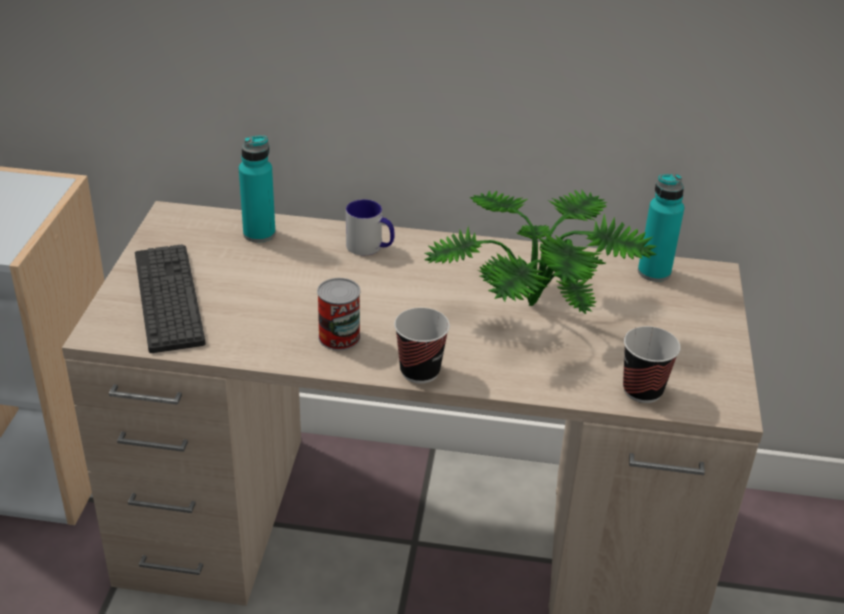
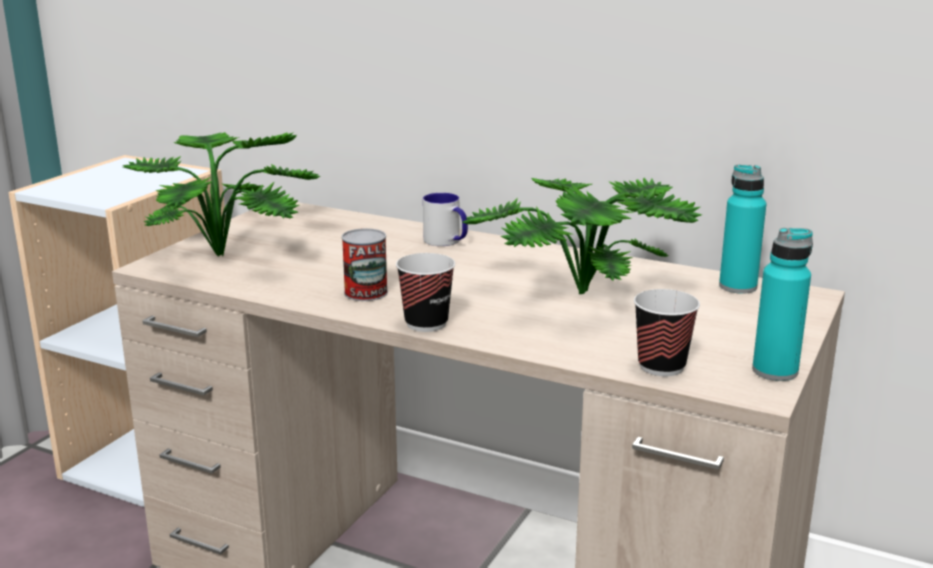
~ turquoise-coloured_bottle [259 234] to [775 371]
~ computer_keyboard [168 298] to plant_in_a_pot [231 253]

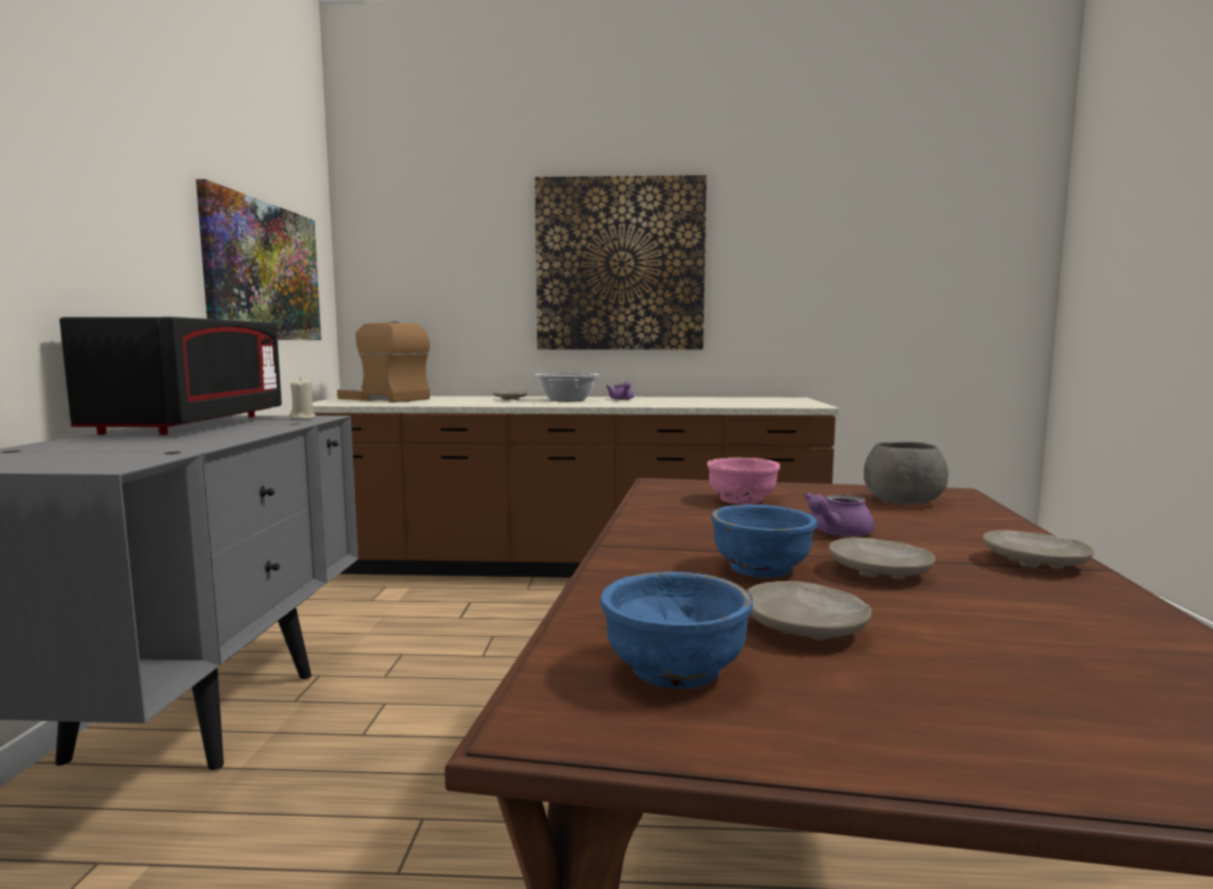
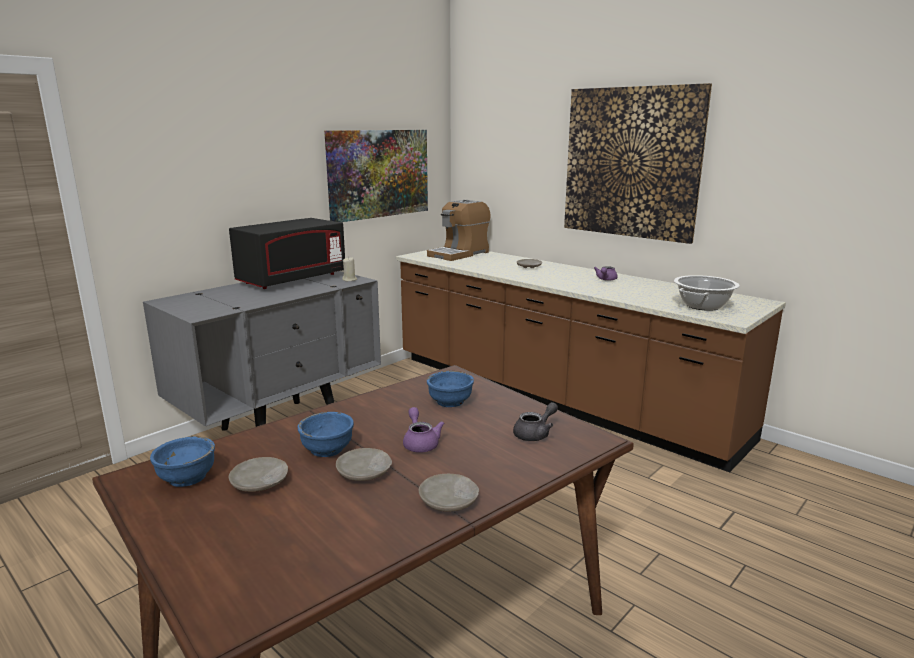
~ coffee_machine [385 399] = [459 254] 120 degrees counterclockwise
~ saucepot [567 400] to [703 306]
~ greyish_serving_bowl [901 501] to greyish_tea_pot [535 434]
~ pink-coloured_serving_bowl [742 500] to blue_serving_bowl [450 401]
~ purple_tea_pot [836 533] = [420 443] 75 degrees clockwise

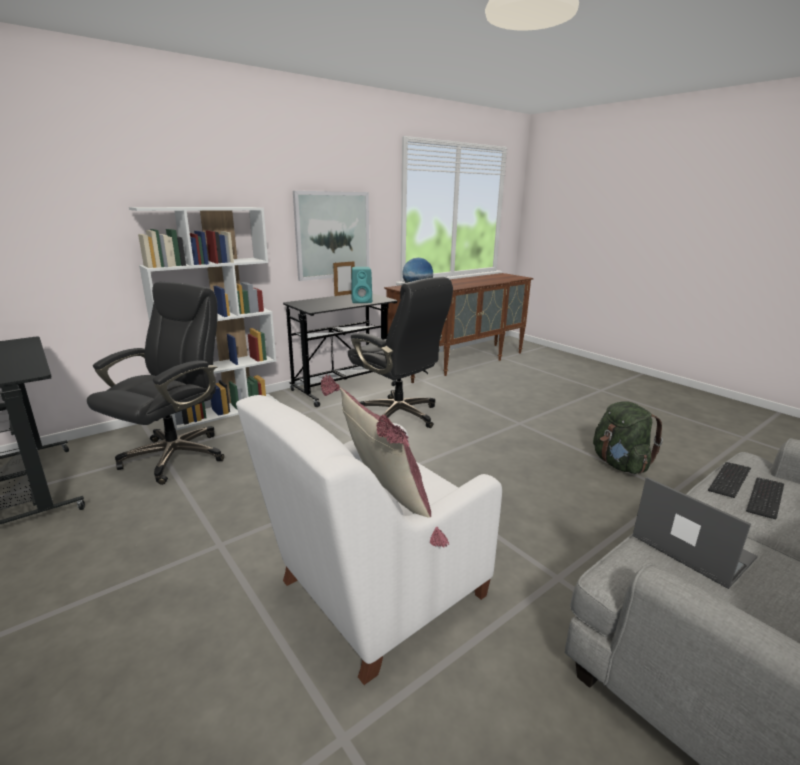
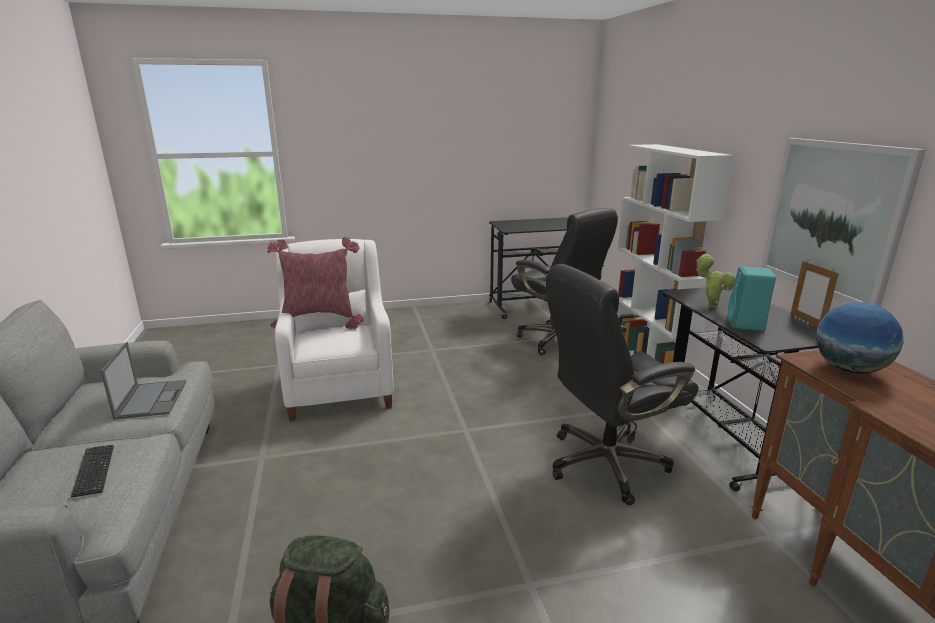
- computer_keyboard [729 480]
~ notebook_computer [690 546] = [151 399] 90 degrees counterclockwise
+ plant_in_a_pot [710 305]

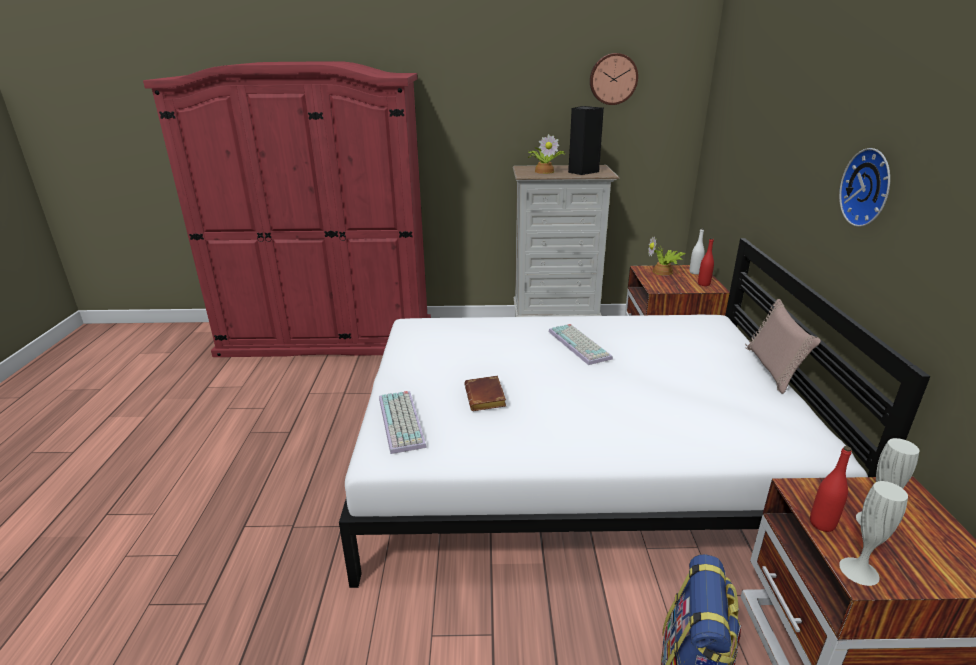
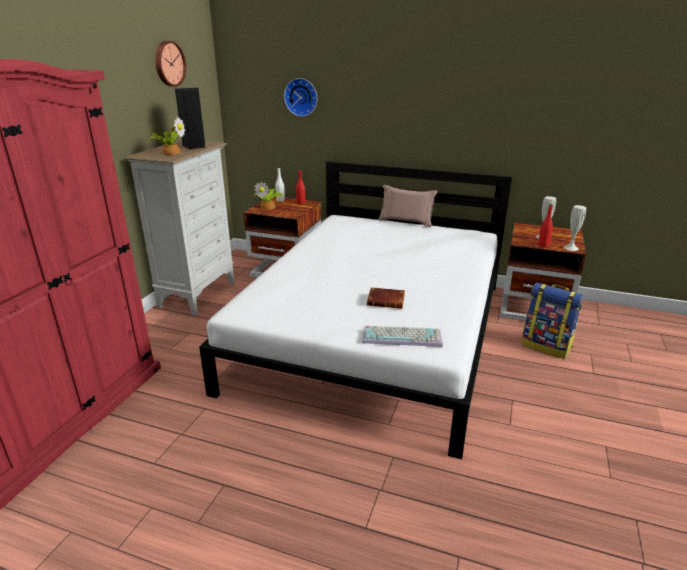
~ clock_on_the_wall [870 188] to [301 97]
- computer_keyboard [580 345]

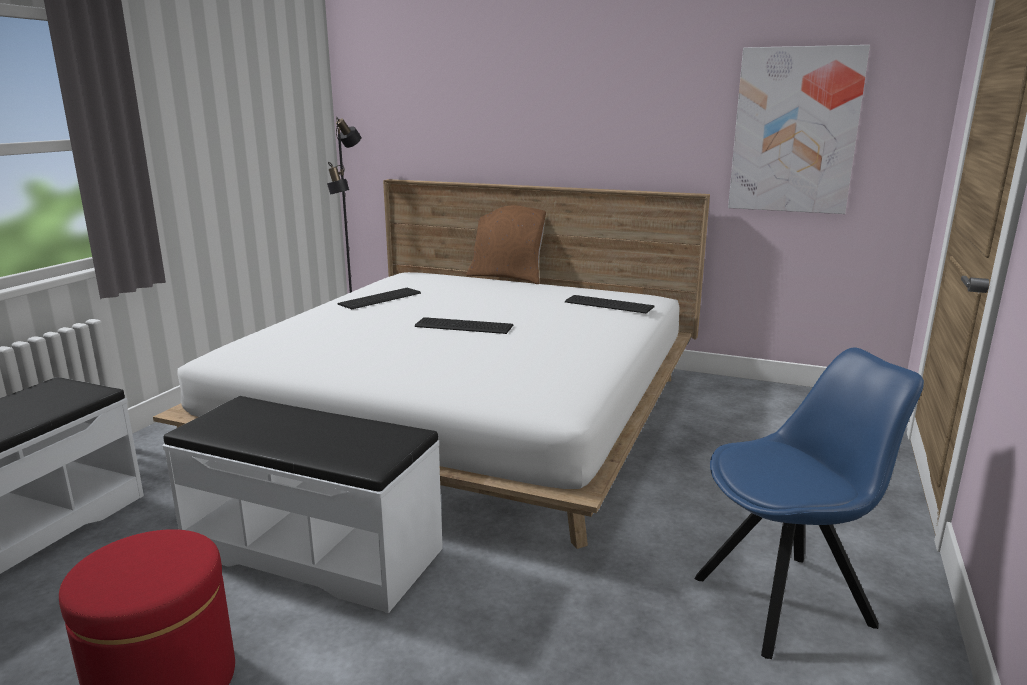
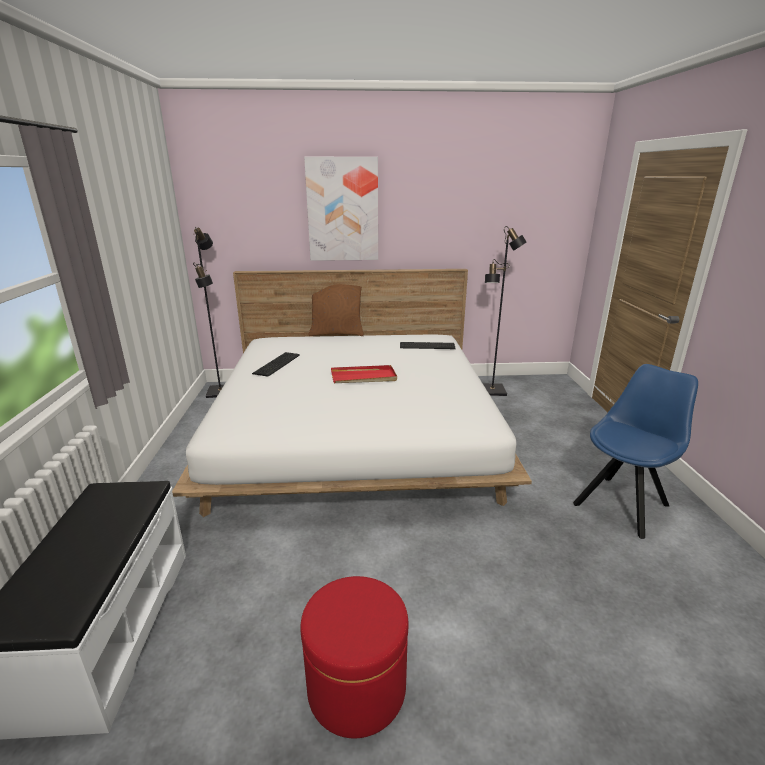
~ wall_art [794 131] to [342 210]
~ computer_keyboard [464 326] to red_carrying_tray [364 377]
- white_long_seat [314 550]
+ black_floor_lamp [492 390]

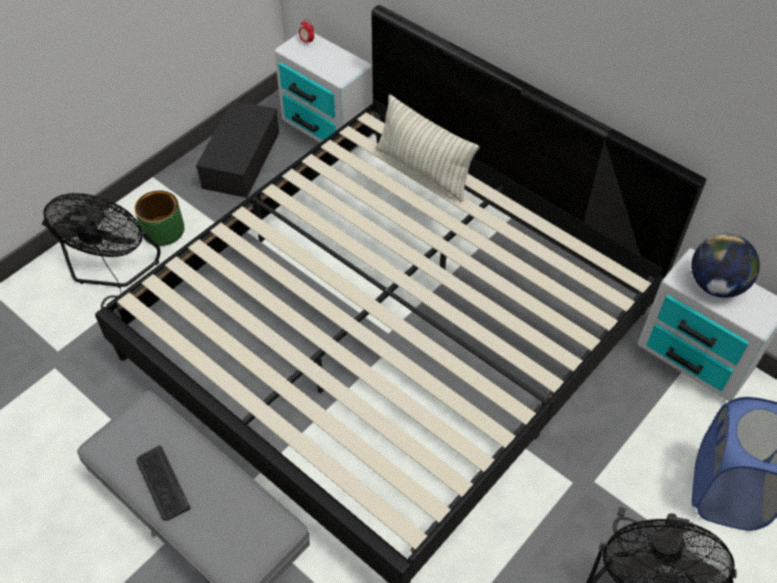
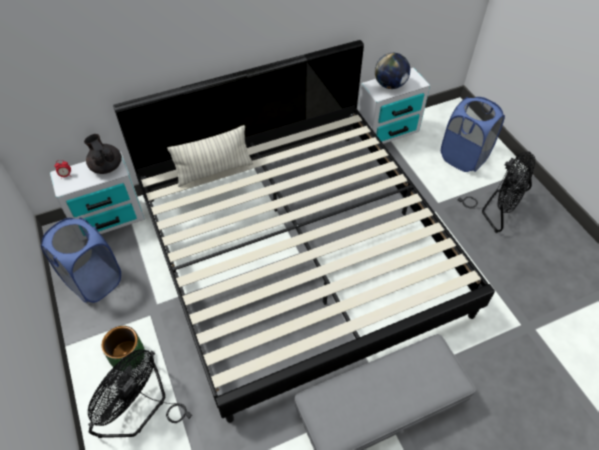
~ black_storage_bin [241 158] to blue_laundry_basket [93 281]
- computer_keyboard [162 483]
+ black_tea_pot [106 166]

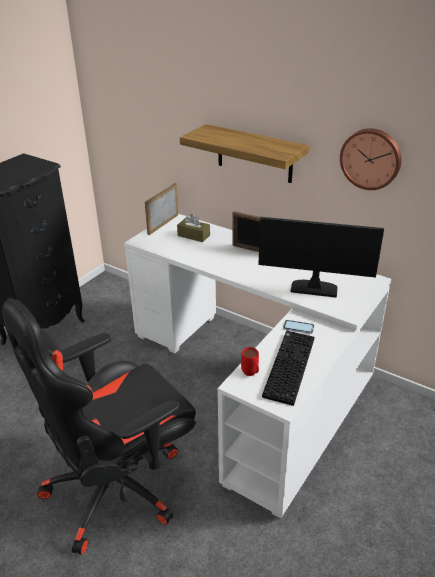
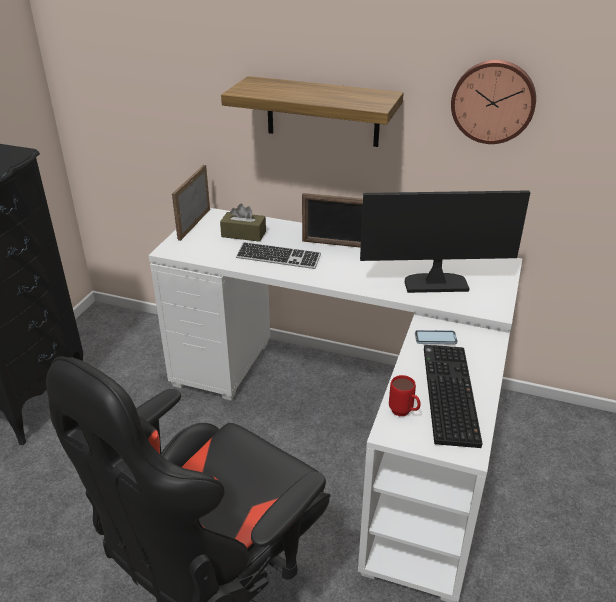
+ computer_keyboard [278 257]

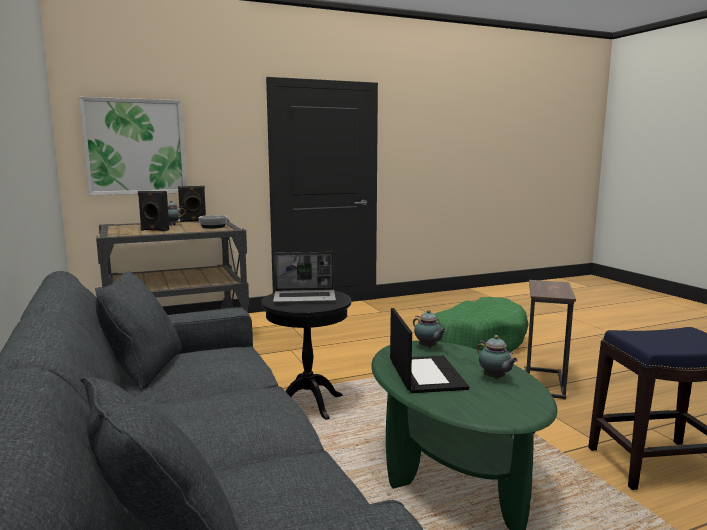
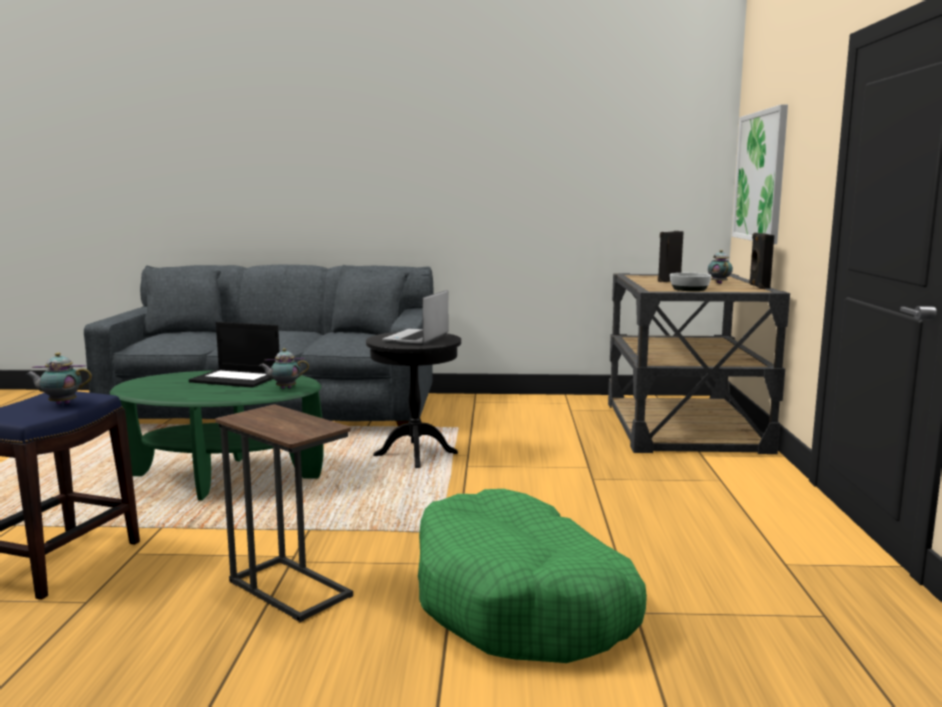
~ tea_pot [495 378] to [61 403]

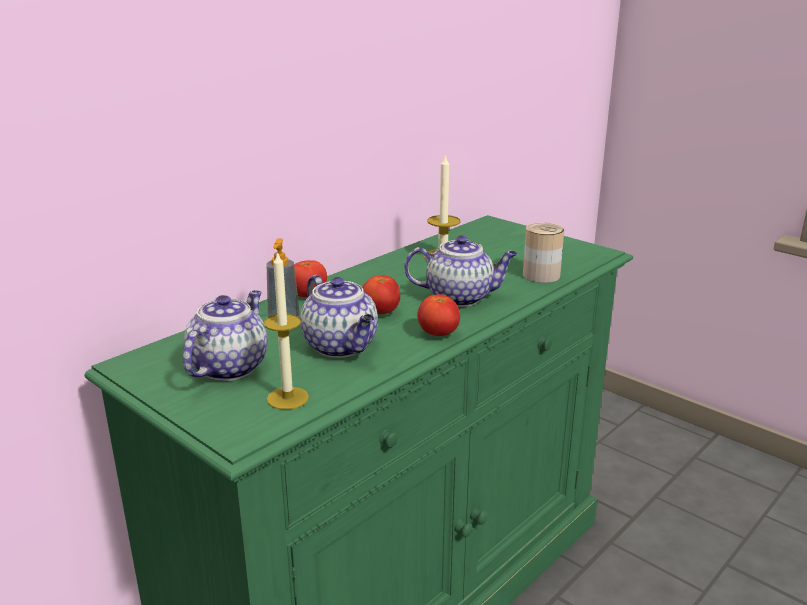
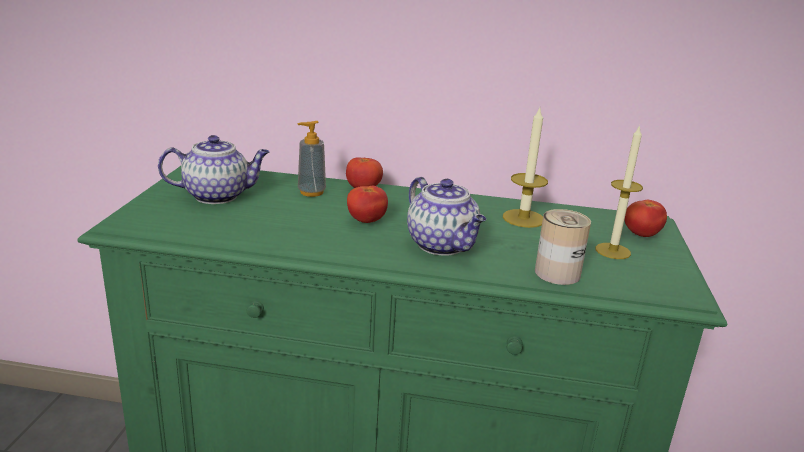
~ wax_candle [287 398] to [613 251]
- tea_pot [342 347]
~ whole_tomato [438 334] to [641 235]

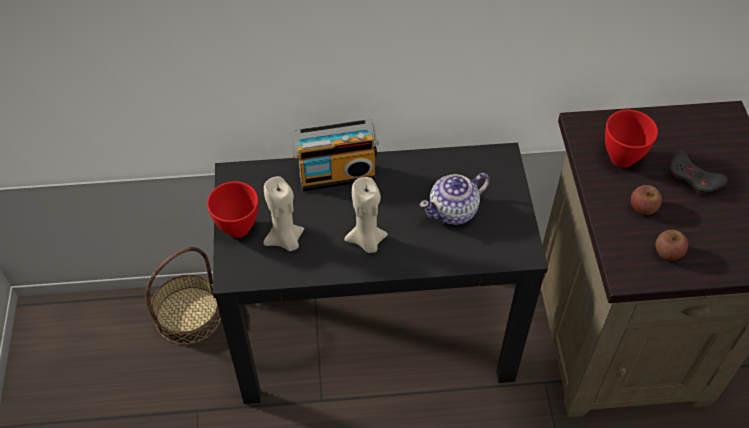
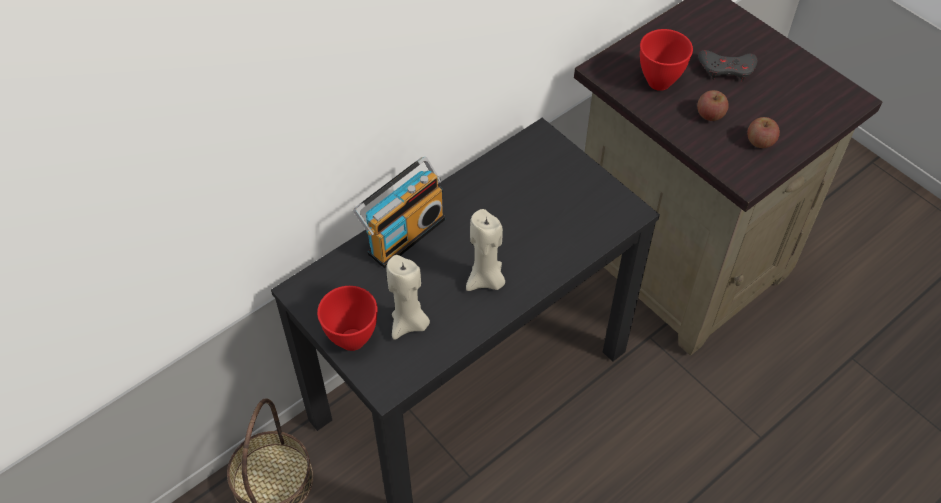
- tea_pot [454 211]

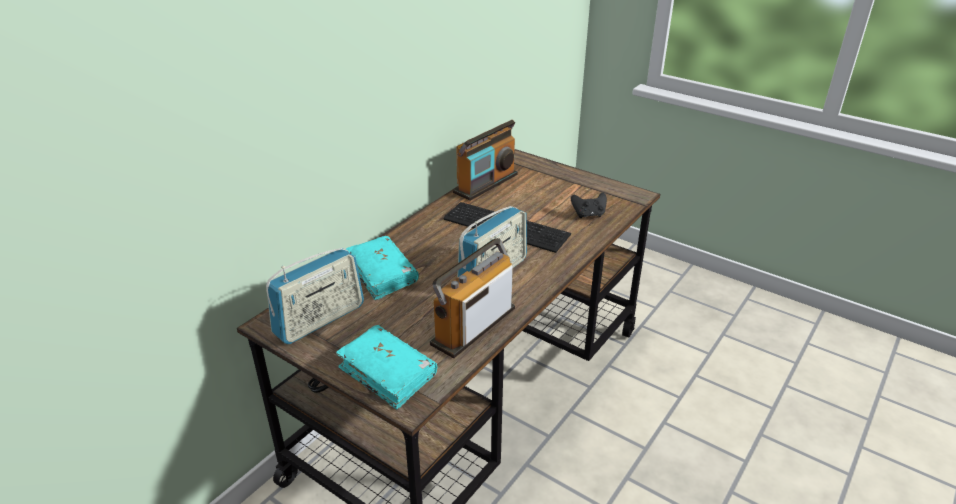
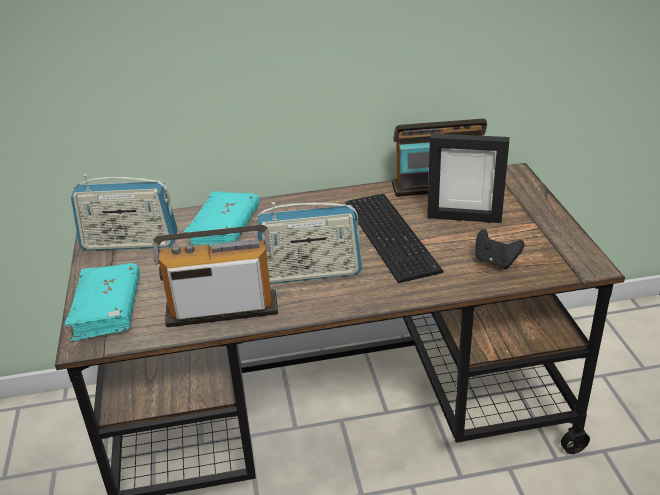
+ standing_frame [464 217]

